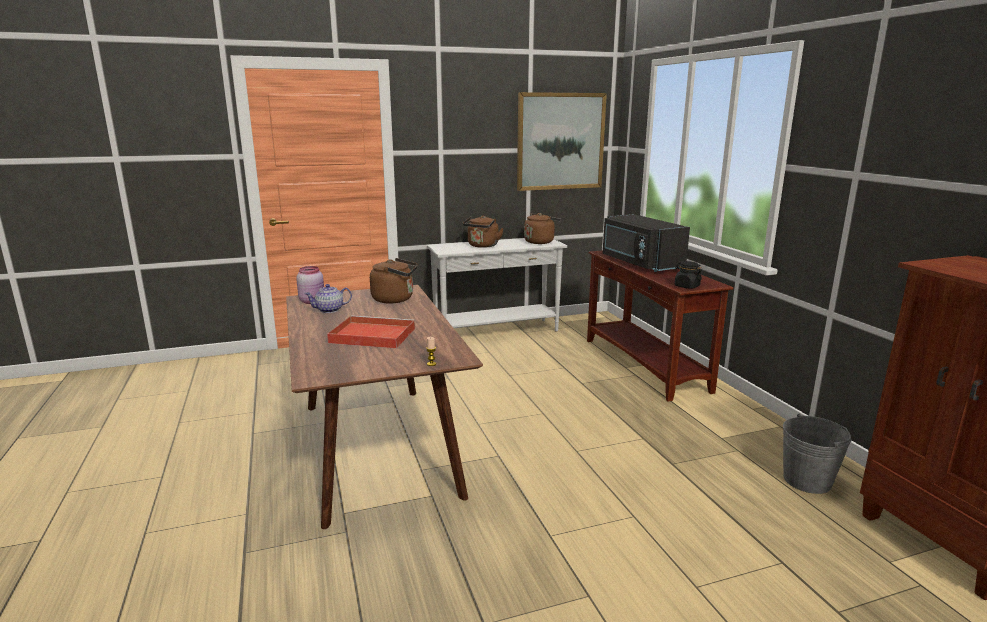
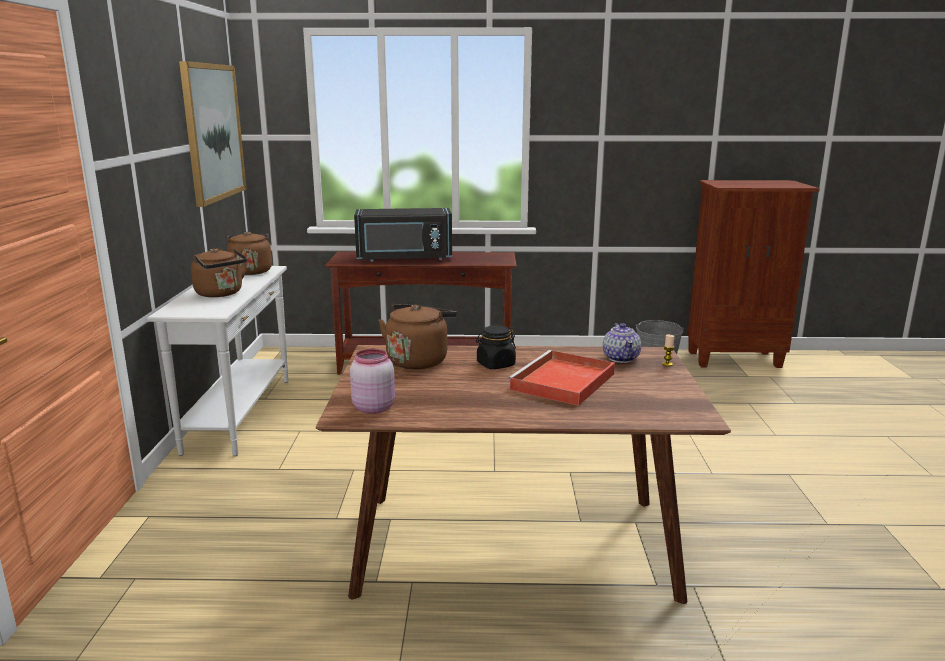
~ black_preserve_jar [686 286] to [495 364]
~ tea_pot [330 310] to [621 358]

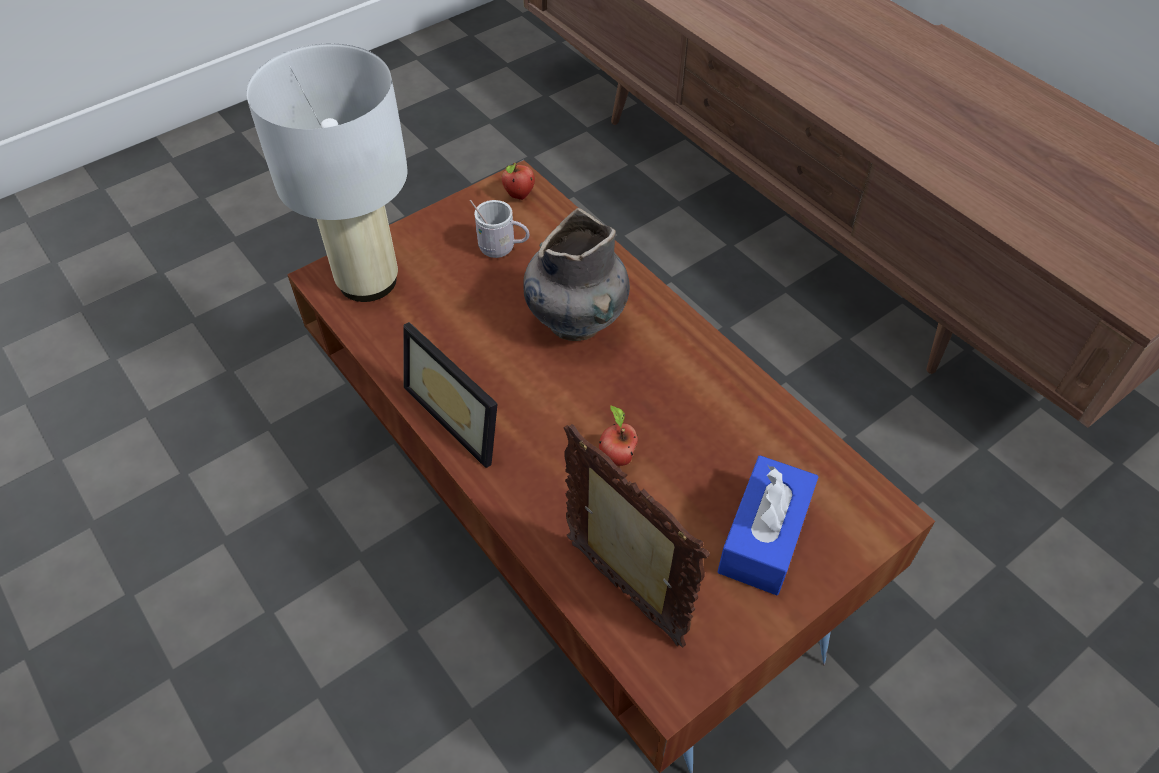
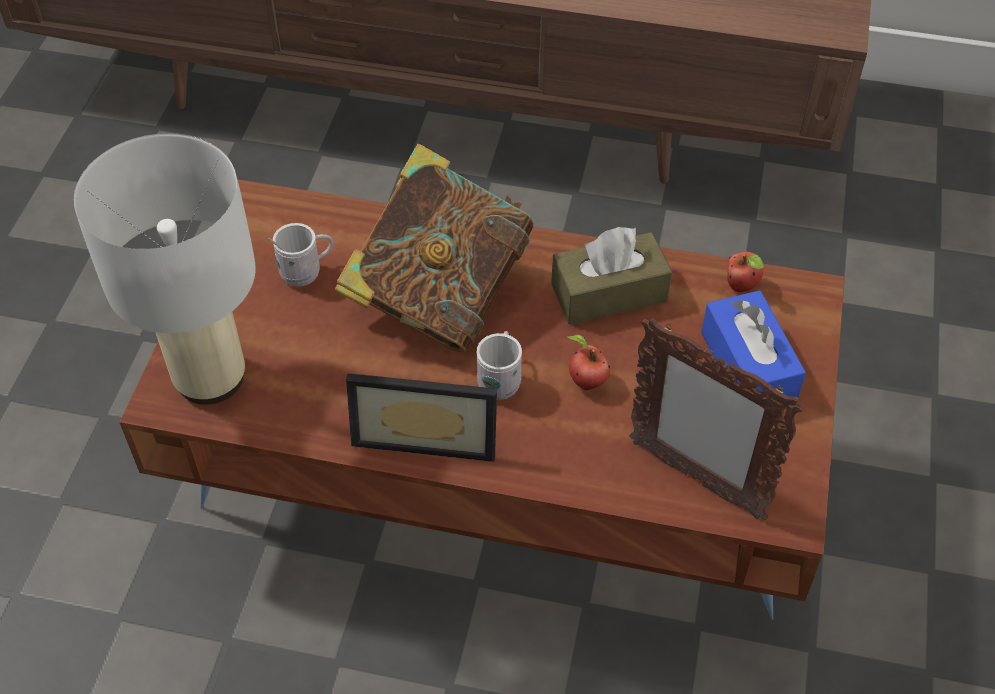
~ apple [519 196] to [742 287]
~ greyish_vase [575 321] to book [438 295]
~ standing_frame [623 594] = [695 478] 150 degrees counterclockwise
+ brownish_box_of_tissues [609 293]
+ white_mug [500 380]

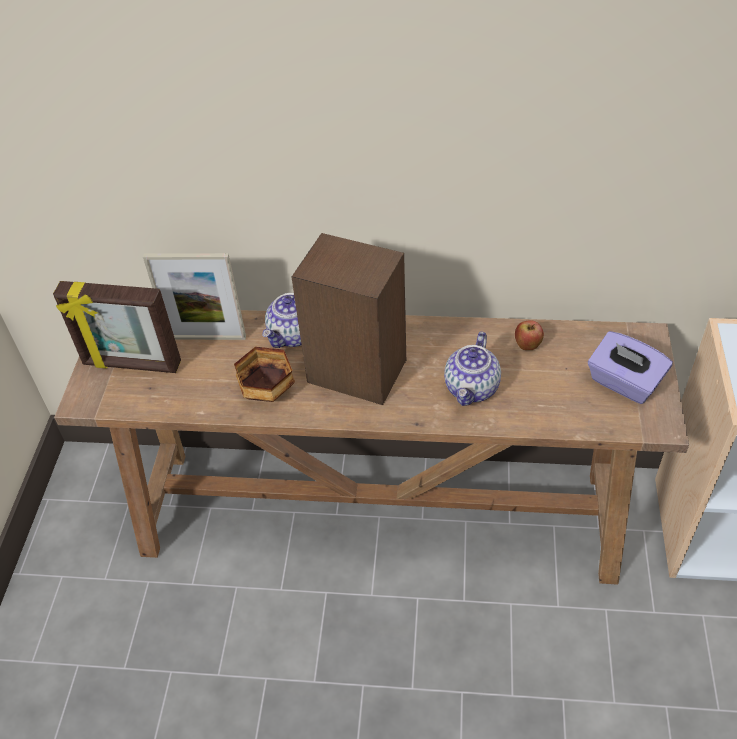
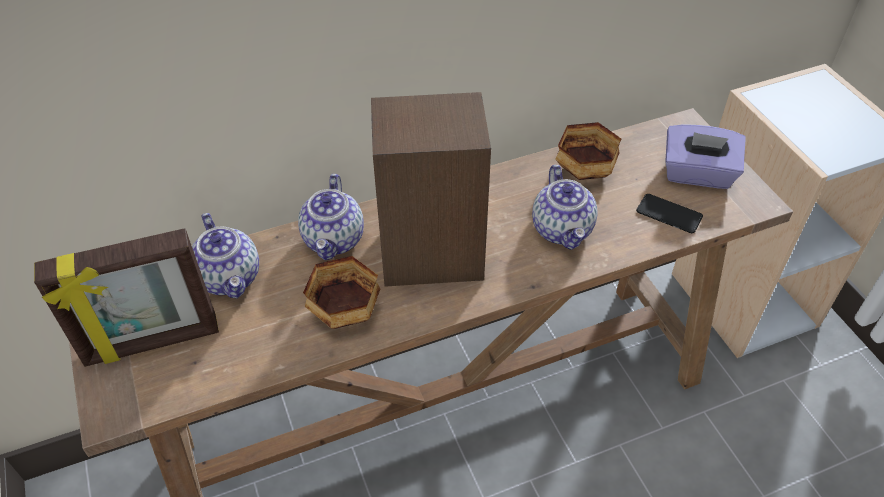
~ standing_frame [207 337] to tea_pot [230 278]
~ apple [527 346] to serving_bowl [585 170]
+ telephone [669 214]

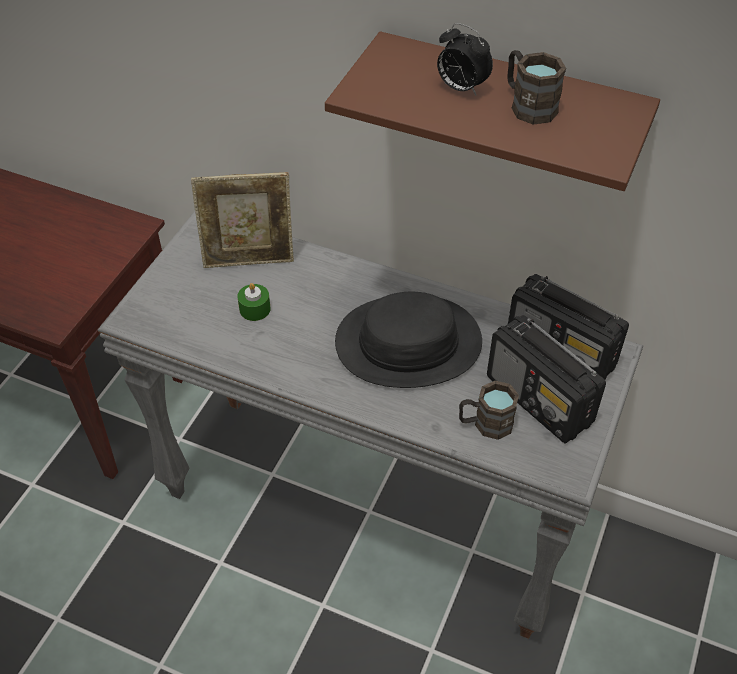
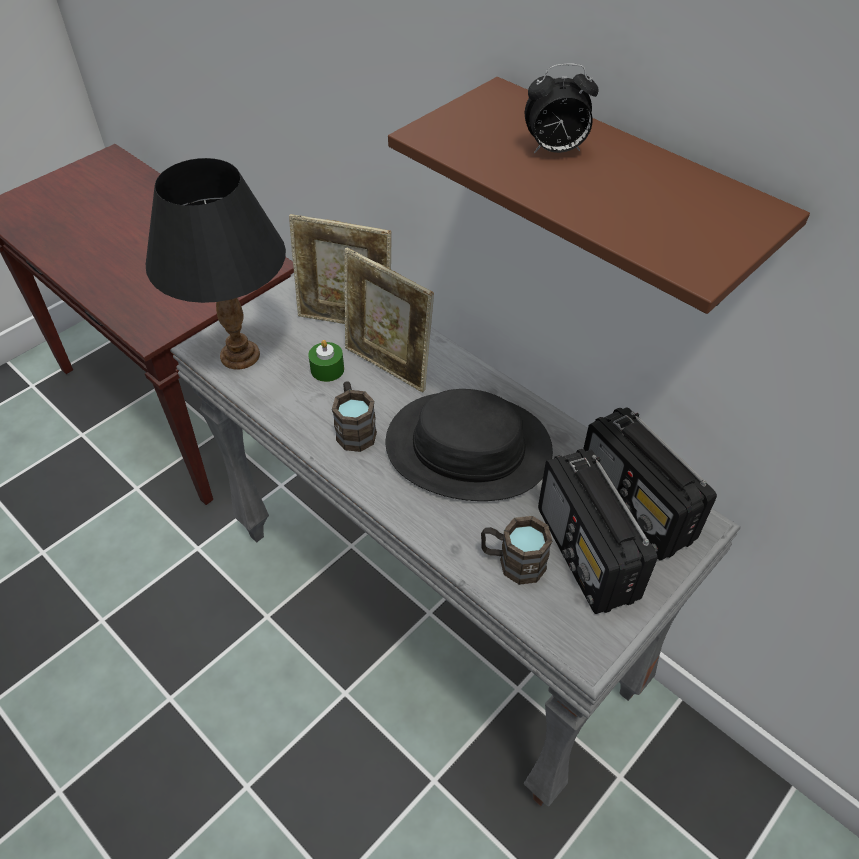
~ bedside_clock [460 88] = [555 151] 60 degrees counterclockwise
~ brownish_mug [527 105] to [354 429]
+ black_tabletop_lamp [239 355]
+ standing_frame [388 367]

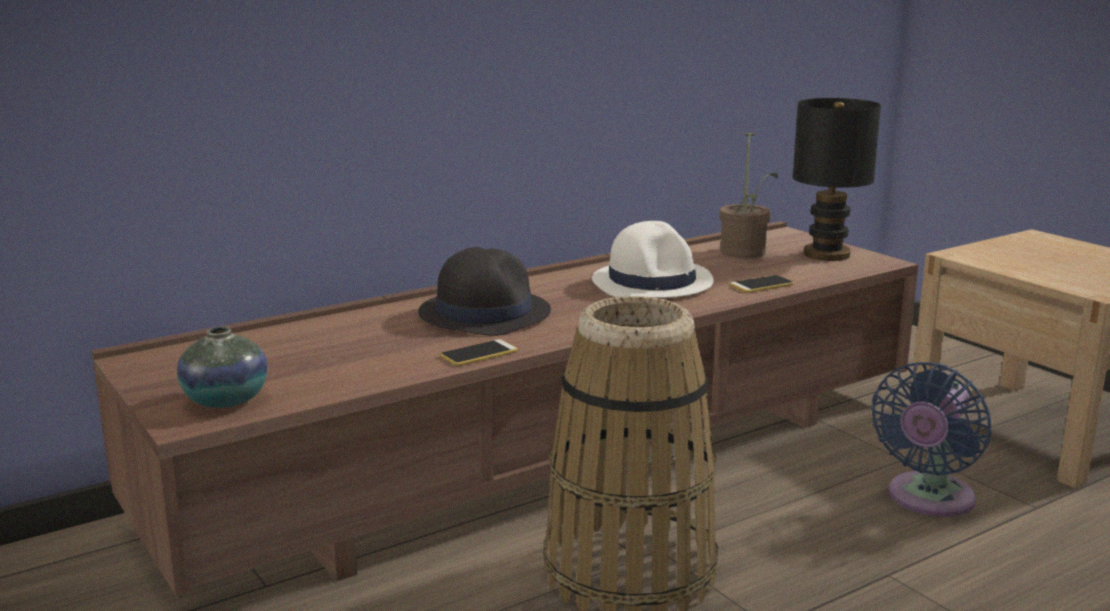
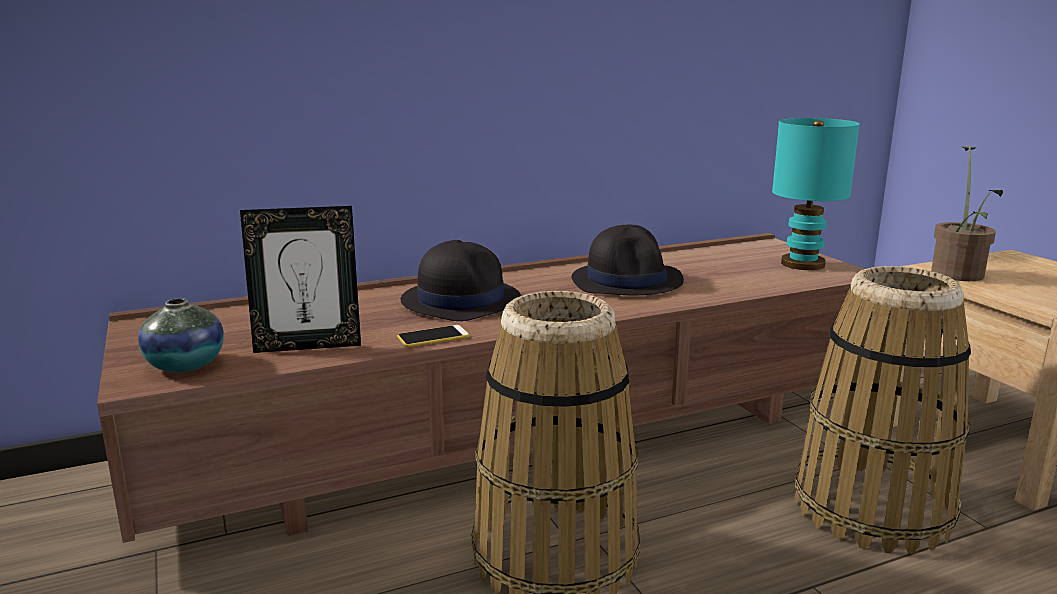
~ black_tabletop_lamp [825 254] to turquoise-coloured_tabletop_lamp [801 264]
~ plant_in_a_pot [744 250] to [958 272]
~ white_wearable_hat [652 282] to black_wearable_hat [627 281]
- telephone [761 285]
~ blue_electric_fan [927 500] to storage_basket [873 508]
+ standing_frame [308 346]

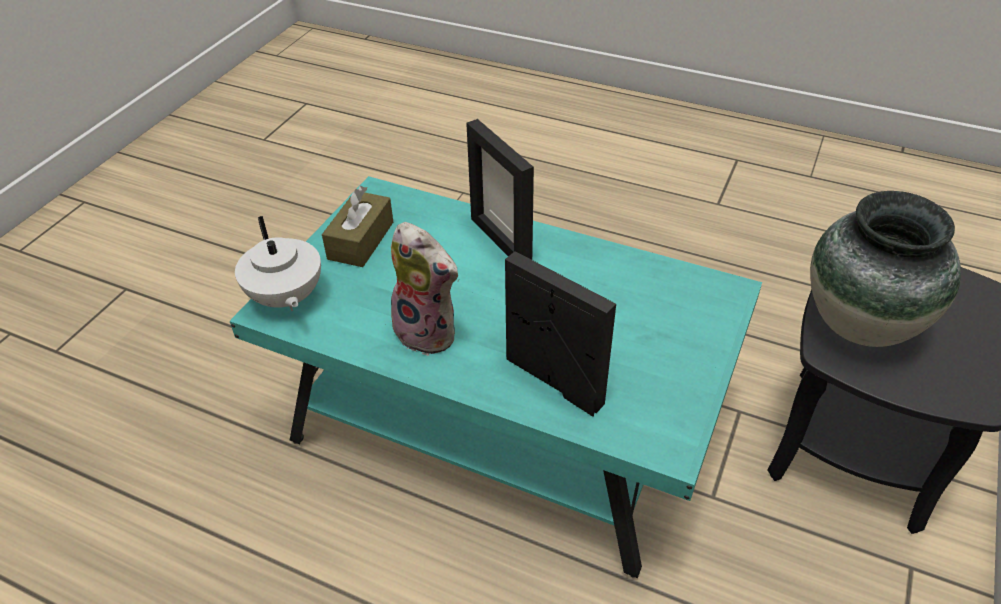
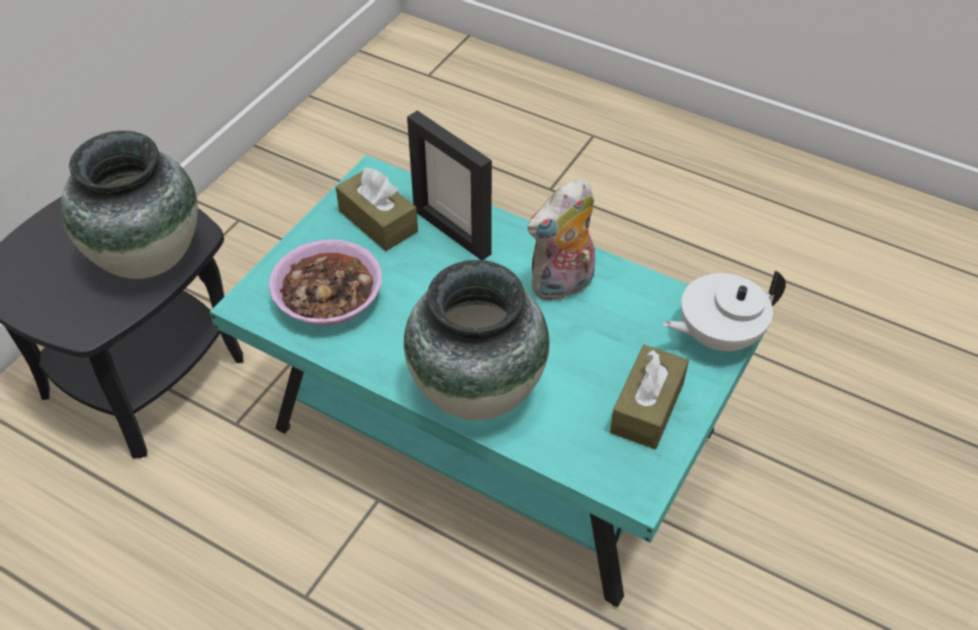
~ standing_frame [502 240] to vase [475 391]
~ white_tea_pot [286 298] = [717 336] 90 degrees counterclockwise
~ plush_toy [429 332] = [562 286] 75 degrees counterclockwise
+ brownish_box_of_tissues [378 221]
+ serving_bowl [329 298]

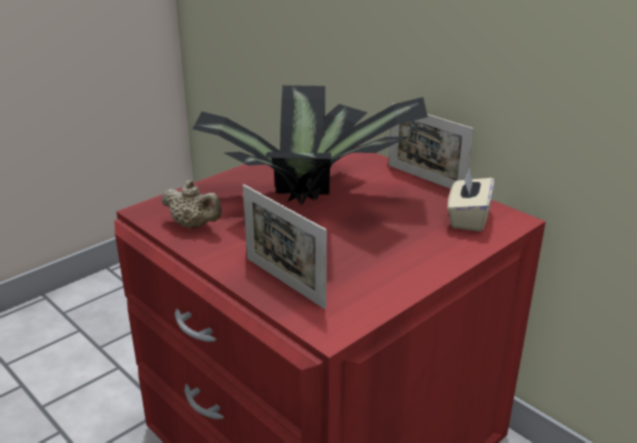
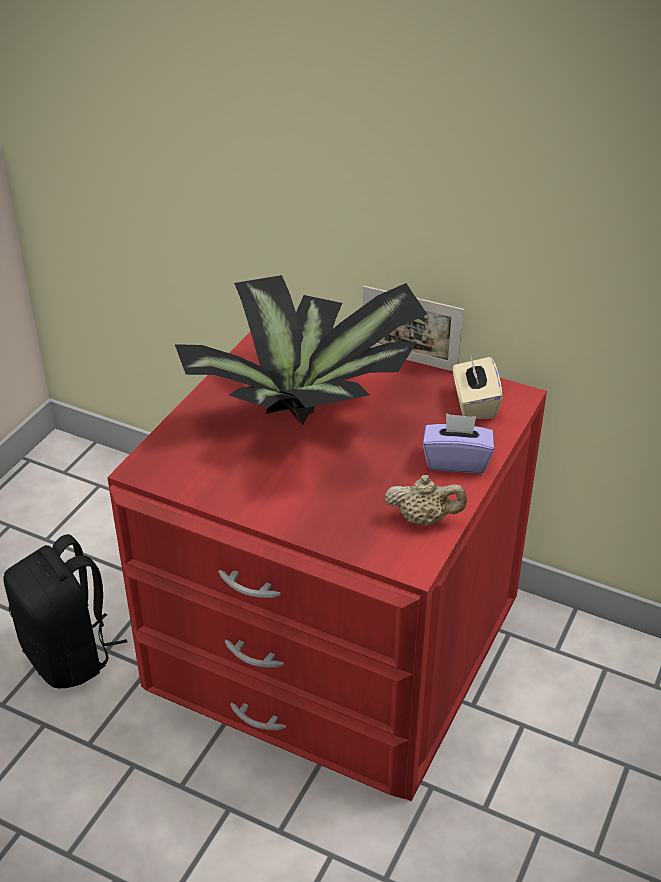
~ beige-coloured_tea_pot [194 225] to [424 519]
- standing_frame [284 282]
+ purple_box_of_tissues [456 461]
+ black_rucksack [69 655]

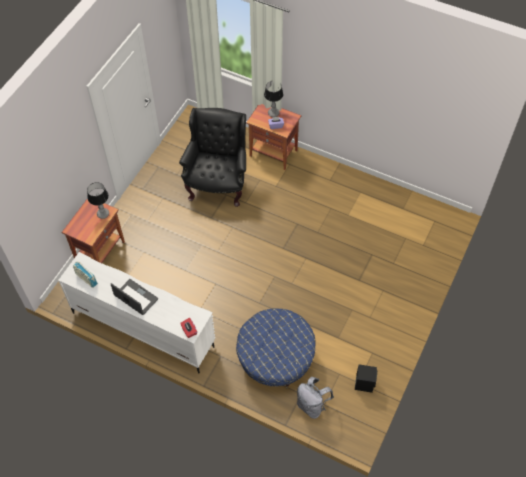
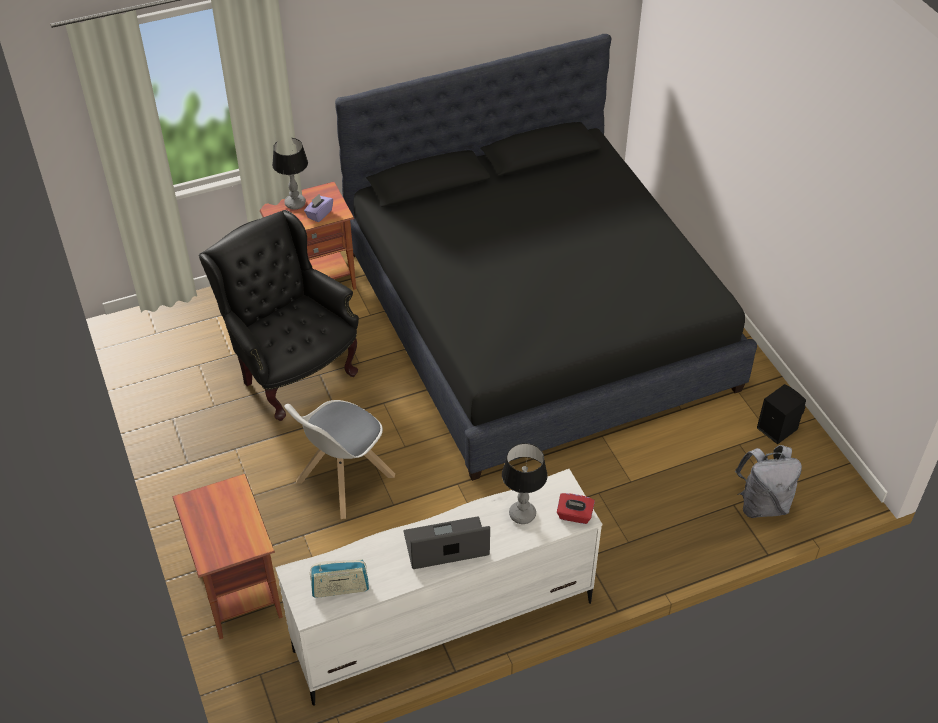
~ tabletop_lamp [103 214] to [522 514]
- blue_pouffe [275 358]
+ black_bedroom_bed [536 318]
+ plain_chair [342 480]

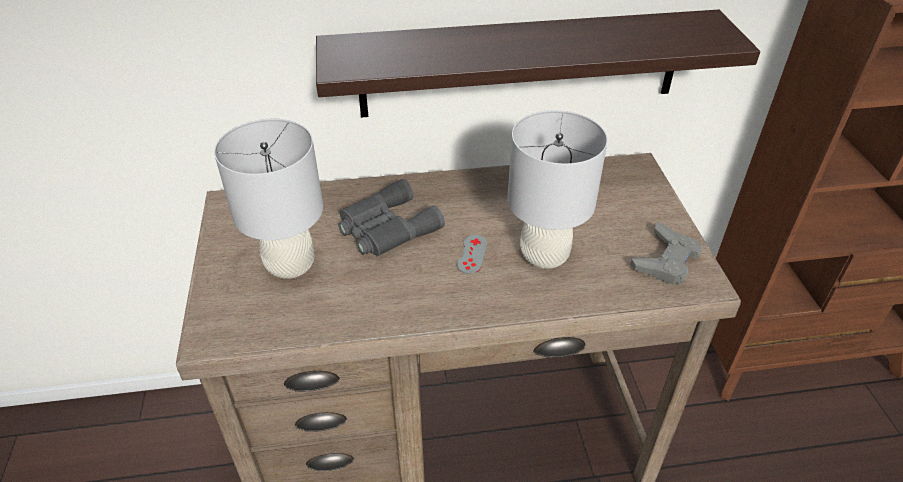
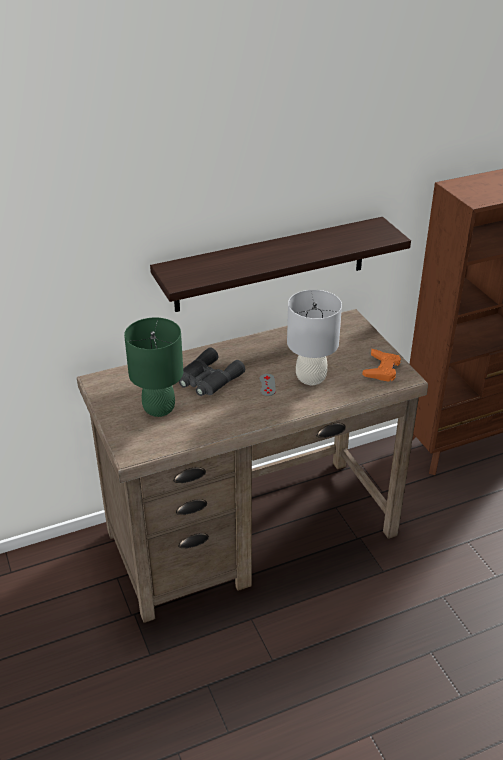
~ greyish_tabletop_lamp [288 266] to greenish_tabletop_lamp [157 410]
~ greyish_gamepad [666 260] to orangey_gamepad [382 369]

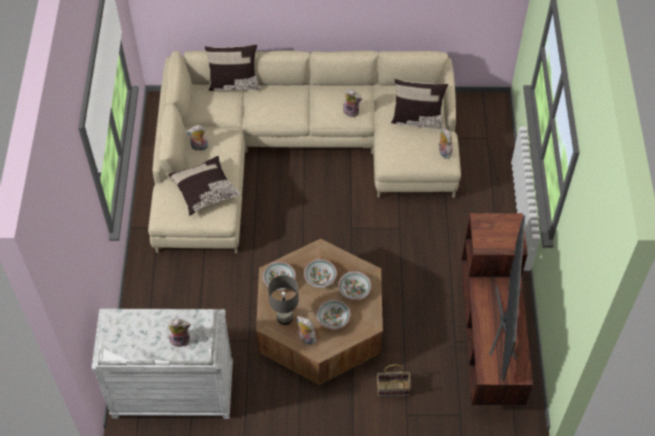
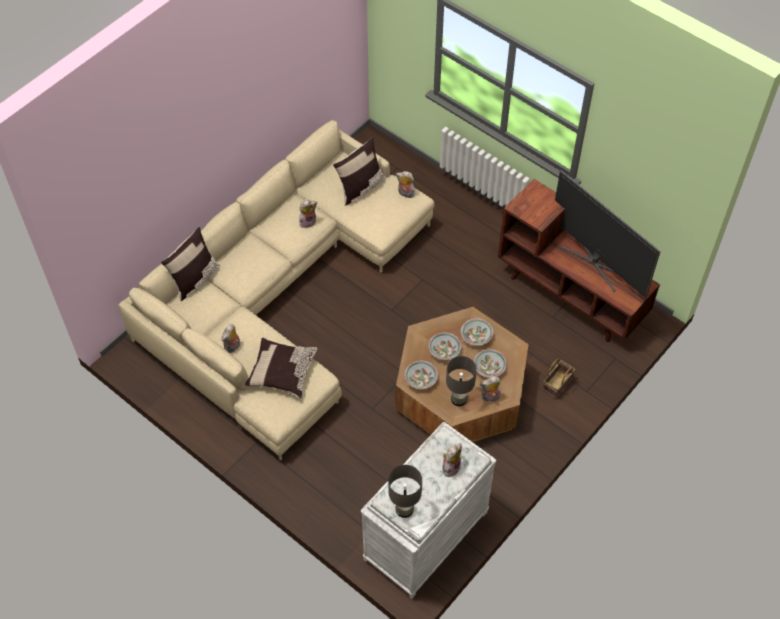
+ greyish_tabletop_lamp [404 509]

